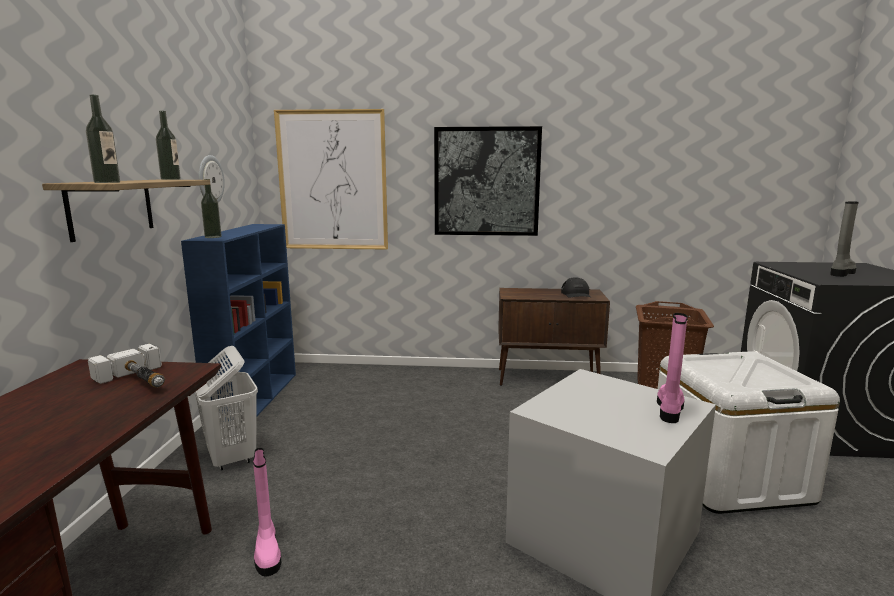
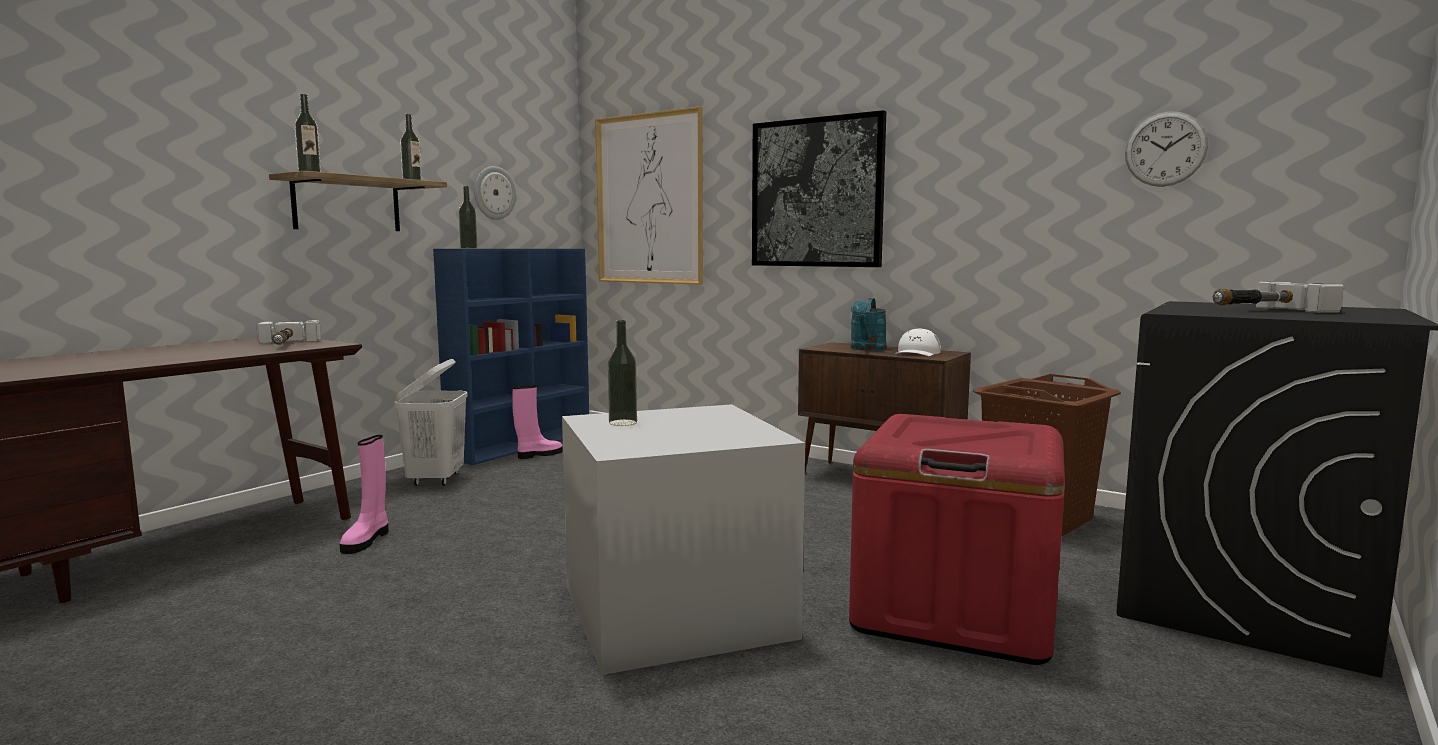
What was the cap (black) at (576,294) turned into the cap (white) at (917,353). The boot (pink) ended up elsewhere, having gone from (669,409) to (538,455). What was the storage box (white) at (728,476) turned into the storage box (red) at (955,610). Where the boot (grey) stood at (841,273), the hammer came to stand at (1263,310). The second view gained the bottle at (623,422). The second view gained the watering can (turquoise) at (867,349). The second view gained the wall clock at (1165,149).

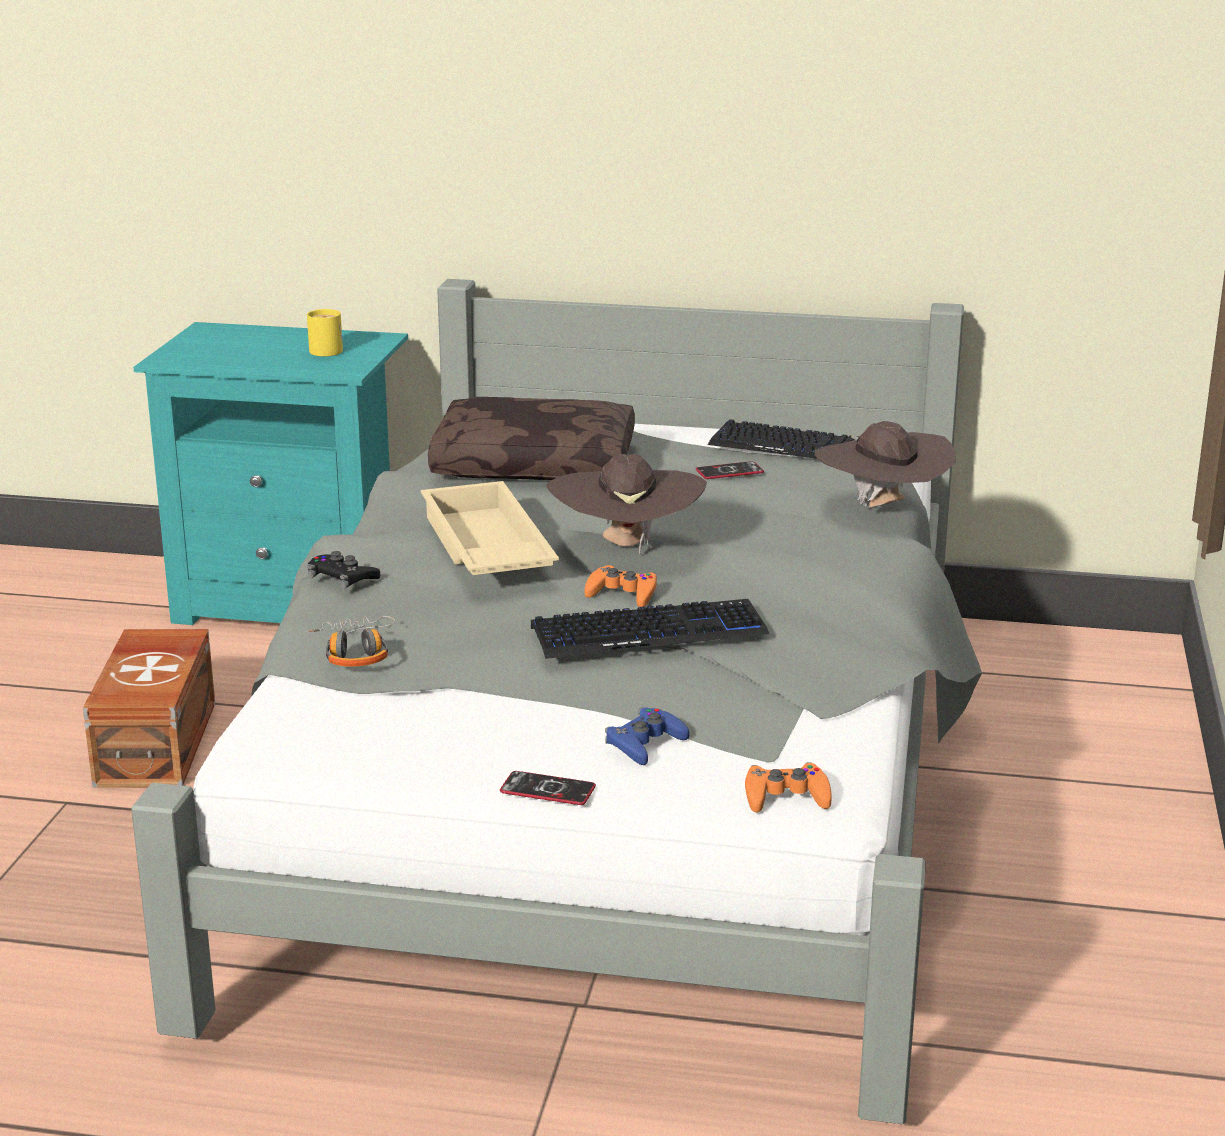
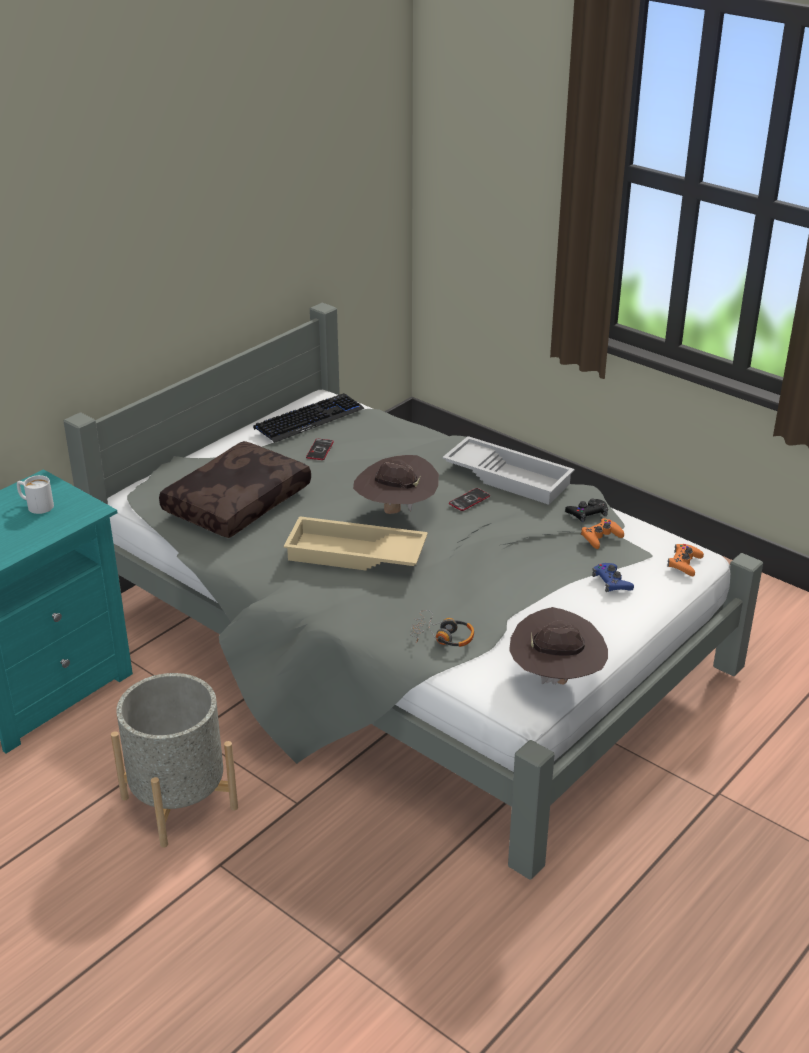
Where the storage box (brown) stood at (159,742), the planter (grey) came to stand at (179,802). What was the mug (yellow) at (326,349) turned into the mug (white) at (36,506). The game controller (black) ended up elsewhere, having gone from (342,578) to (587,513). The phone ended up elsewhere, having gone from (547,790) to (469,500). The second view lost the keyboard at (649,632). The game controller (orange) ended up elsewhere, having gone from (622,593) to (601,537). The hat (brown) ended up elsewhere, having gone from (882,509) to (556,678). The second view gained the tray (white) at (509,477).

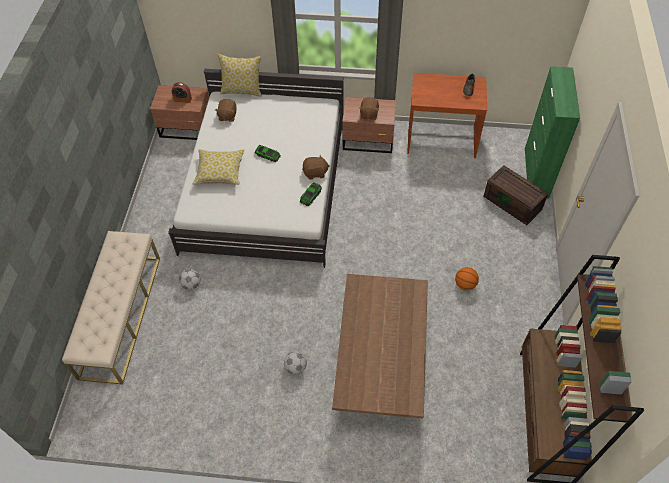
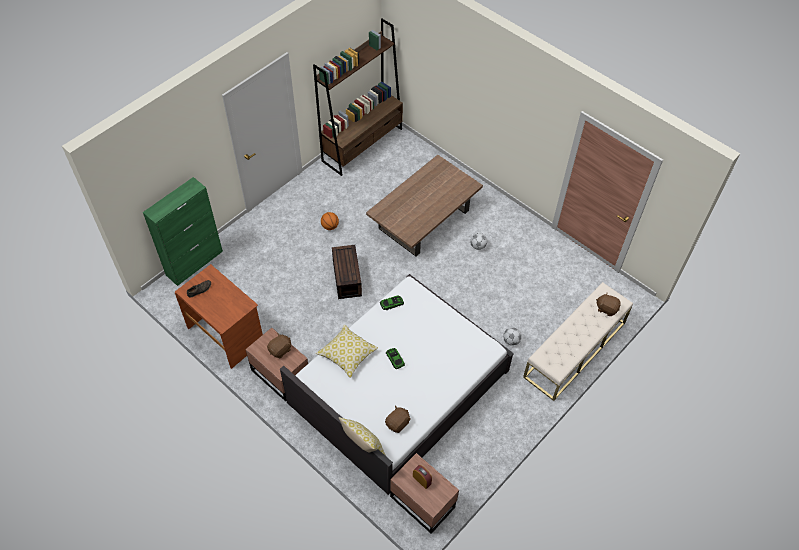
The pillow ended up elsewhere, having gone from (220,172) to (347,354). The plush toy (brown) ended up elsewhere, having gone from (315,173) to (606,308). The storage box (brown) ended up elsewhere, having gone from (513,203) to (346,277).

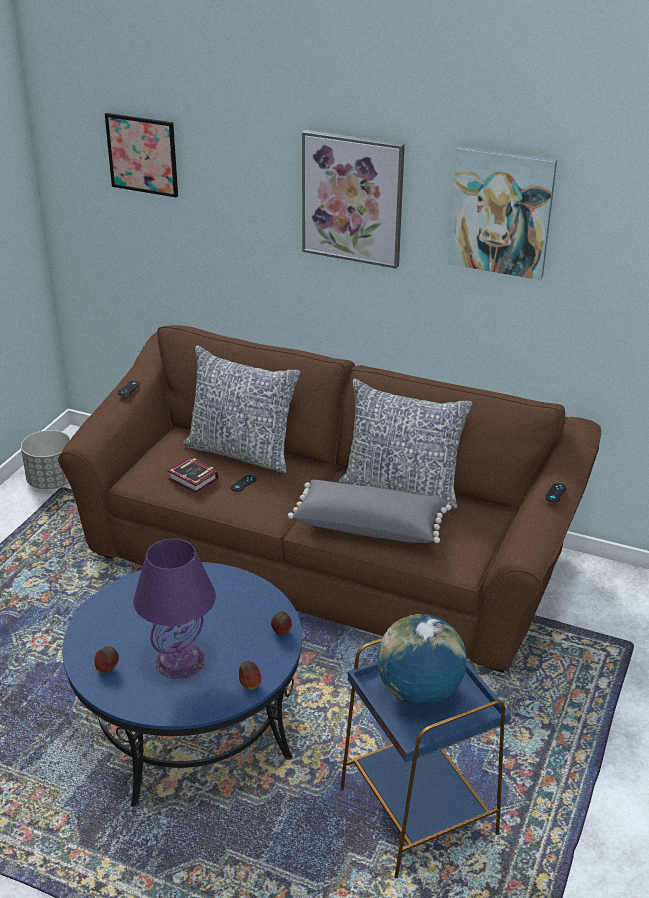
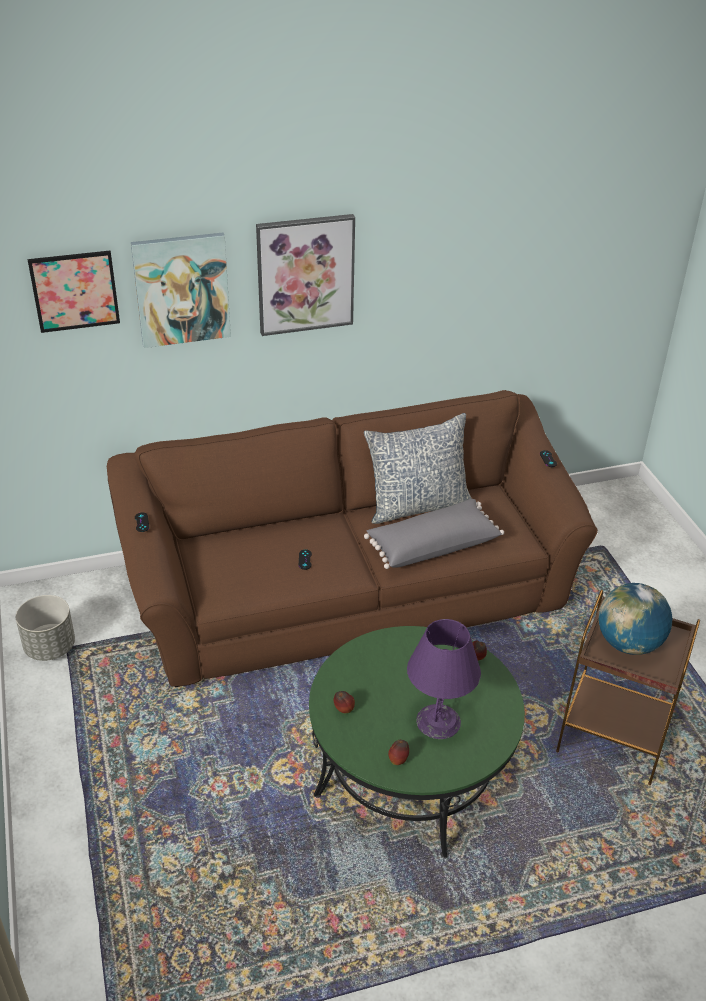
What was the coffee table (blue) at (191,724) turned into the coffee table (green) at (410,773). The second view lost the book at (193,480). The second view lost the pillow at (241,452). The apple ended up elsewhere, having gone from (249,685) to (343,710). What was the side table (blue) at (418,814) turned into the side table (brown) at (614,735). The picture ended up elsewhere, having gone from (501,212) to (182,289).

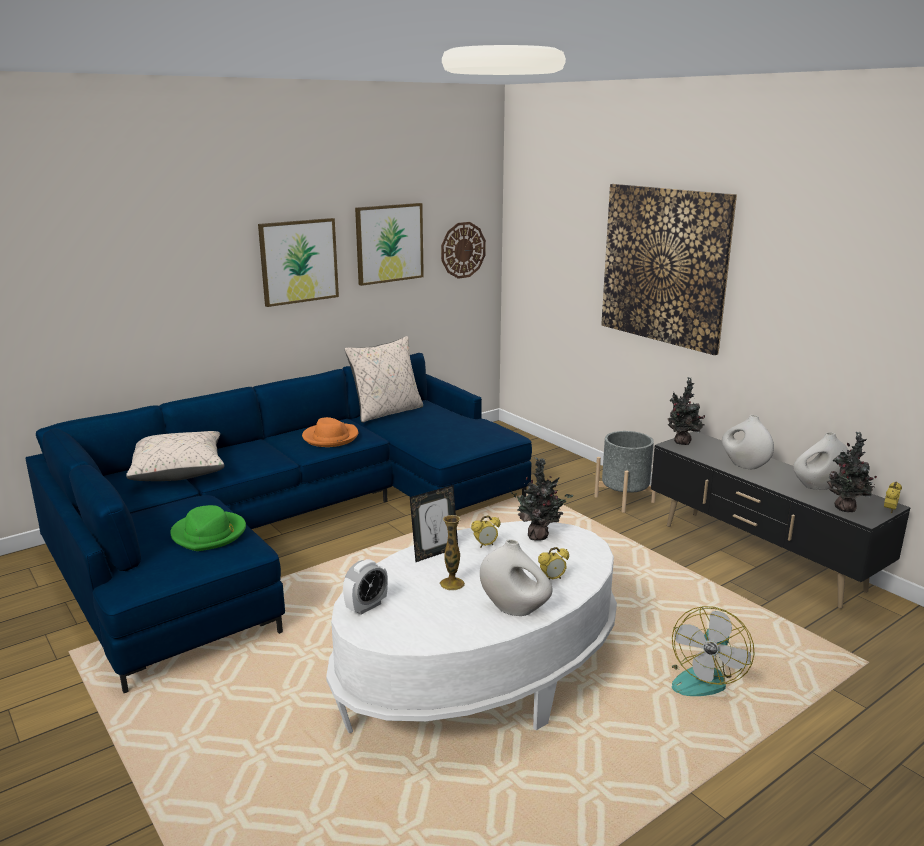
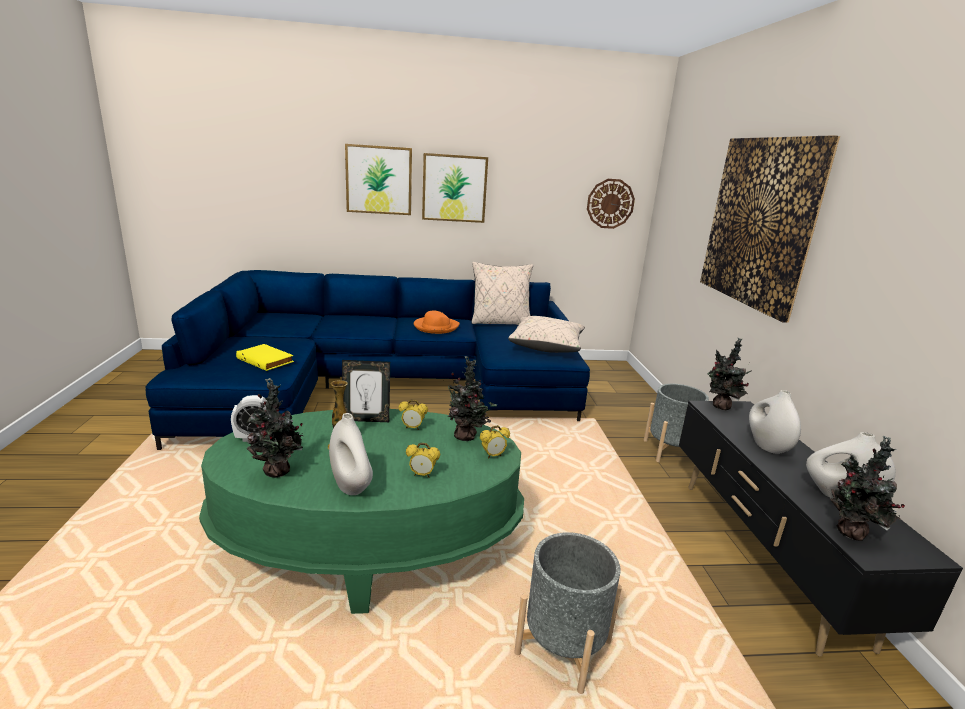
The pillow (beige) ended up elsewhere, having gone from (178,470) to (546,346). Where the hat (green) stood at (209,534), the book (yellow) came to stand at (266,360). What was the coffee table (white) at (480,676) turned into the coffee table (green) at (369,544). The picture ended up elsewhere, having gone from (389,243) to (379,180). Where the fan stood at (702,677), the planter (grey) came to stand at (563,648). The alarm clock ended up elsewhere, having gone from (889,510) to (493,456). The second view gained the potted plant at (278,472).

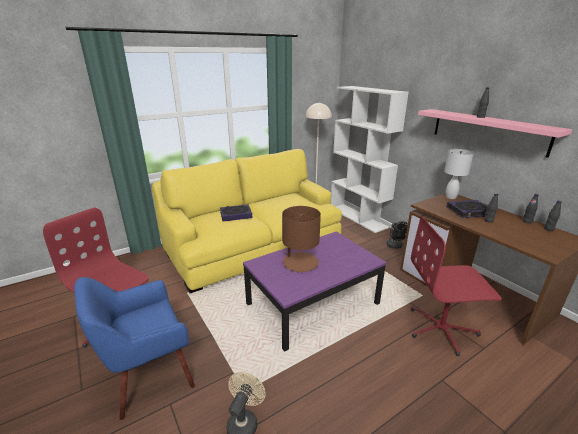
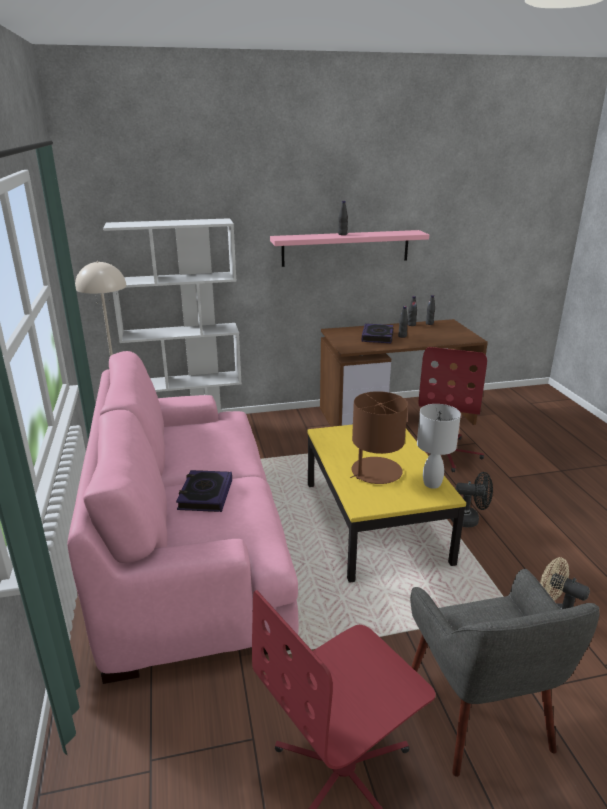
What was the armchair (blue) at (149,376) turned into the armchair (grey) at (479,715). What was the sofa (yellow) at (254,247) turned into the sofa (pink) at (190,546). What was the coffee table (purple) at (313,303) turned into the coffee table (yellow) at (374,521). The fan (black) ended up elsewhere, having gone from (395,246) to (469,520). The table lamp (white) ended up elsewhere, having gone from (450,197) to (432,484).

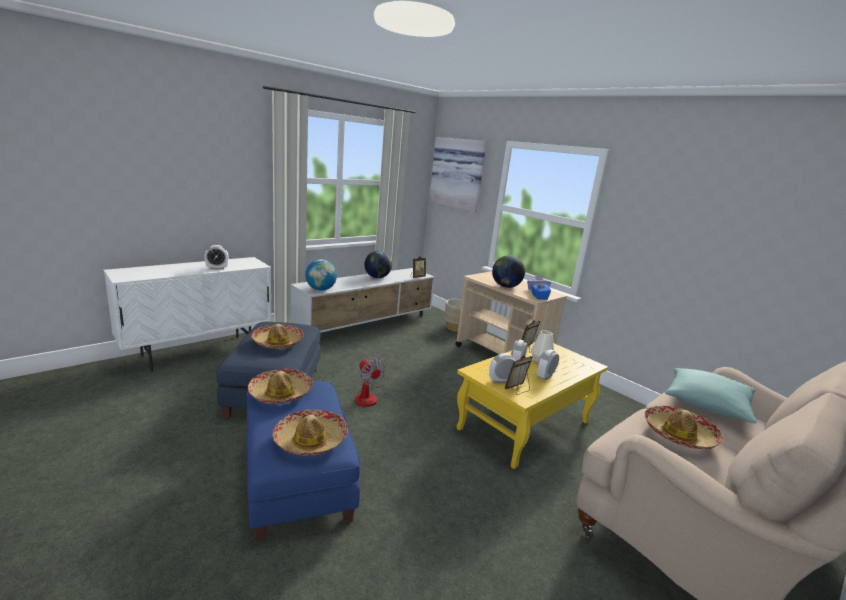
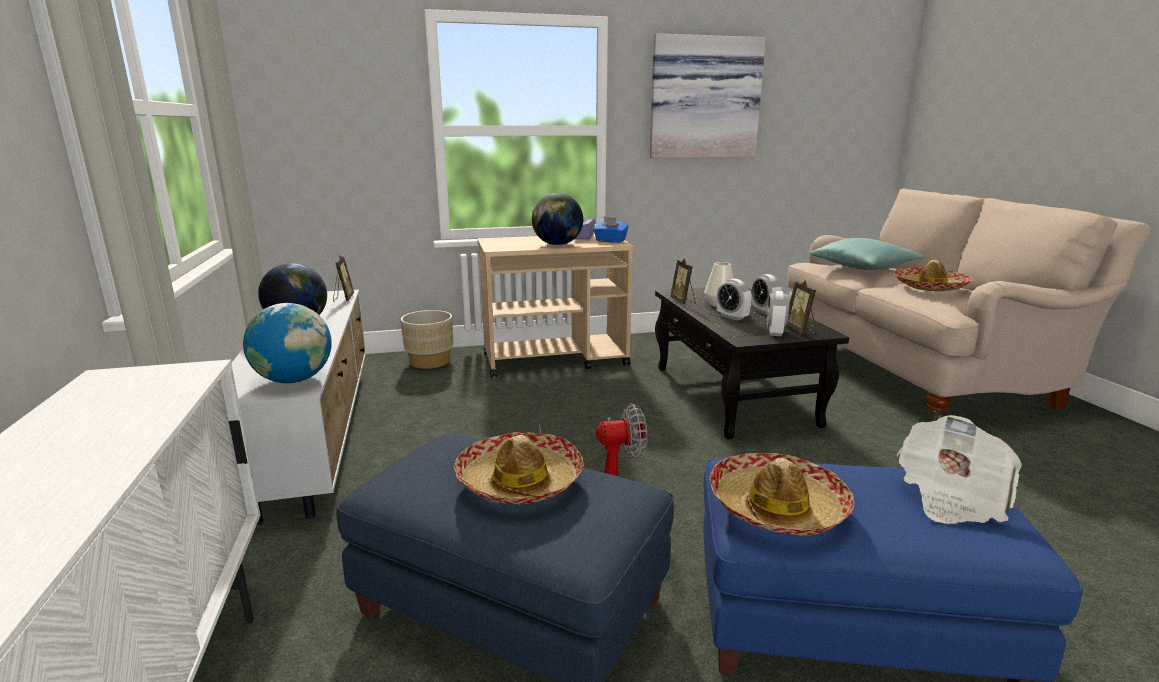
The second view lost the alarm clock at (217,268). Where the hat stood at (310,440), the newspaper came to stand at (950,496). The picture ended up elsewhere, having gone from (458,173) to (704,98). What was the coffee table (yellow) at (524,425) turned into the coffee table (black) at (733,395).

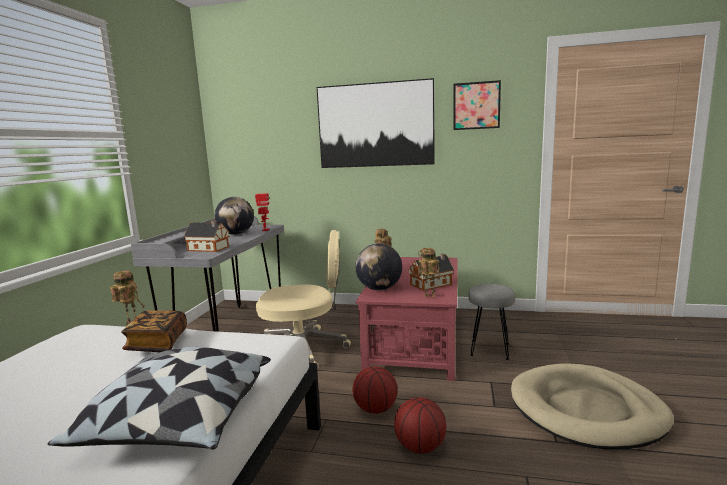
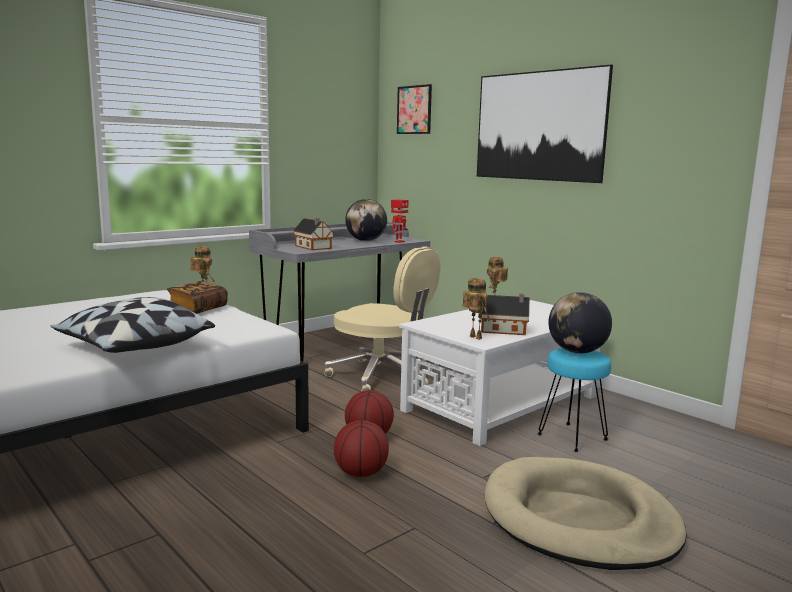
The globe ended up elsewhere, having gone from (379,289) to (577,352). What was the coffee table (red) at (414,341) turned into the coffee table (white) at (500,403). The picture ended up elsewhere, having gone from (476,105) to (414,110). What was the stool (grey) at (490,350) turned into the stool (turquoise) at (572,438).

